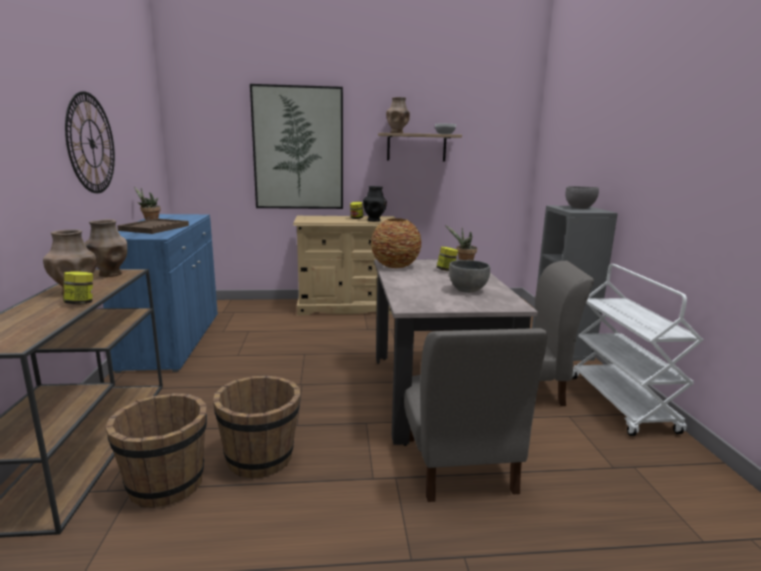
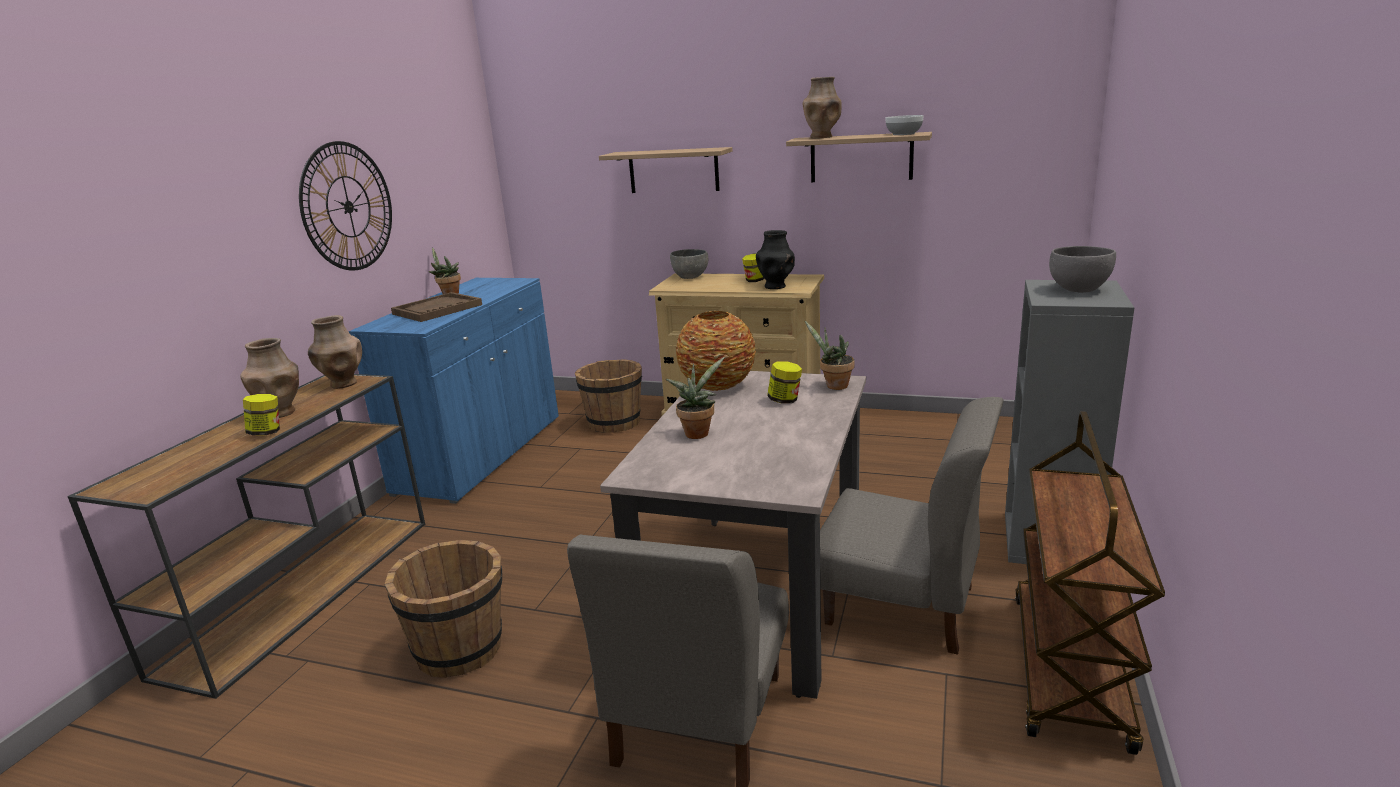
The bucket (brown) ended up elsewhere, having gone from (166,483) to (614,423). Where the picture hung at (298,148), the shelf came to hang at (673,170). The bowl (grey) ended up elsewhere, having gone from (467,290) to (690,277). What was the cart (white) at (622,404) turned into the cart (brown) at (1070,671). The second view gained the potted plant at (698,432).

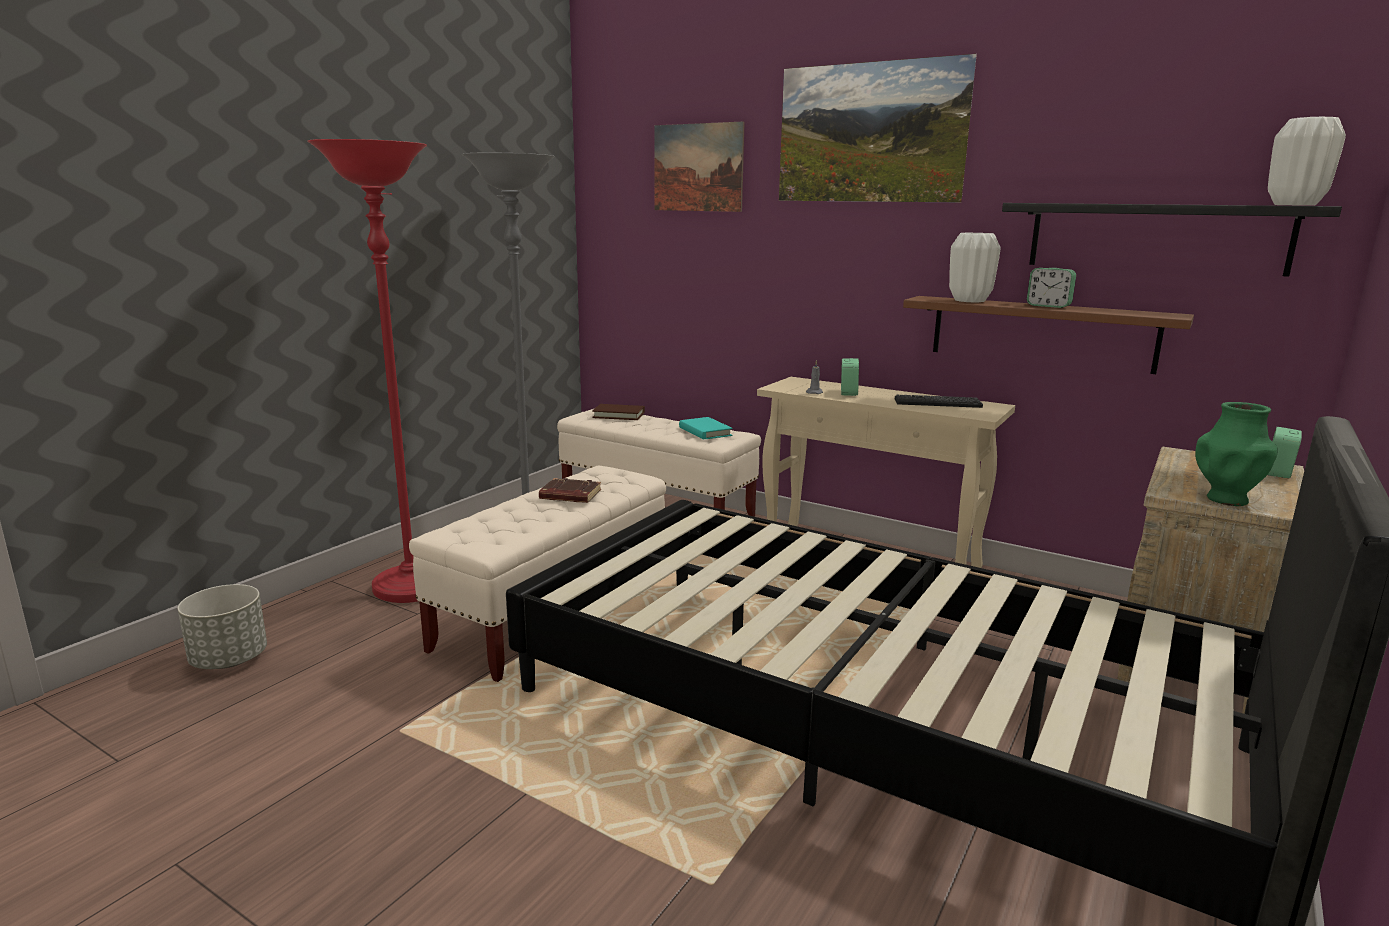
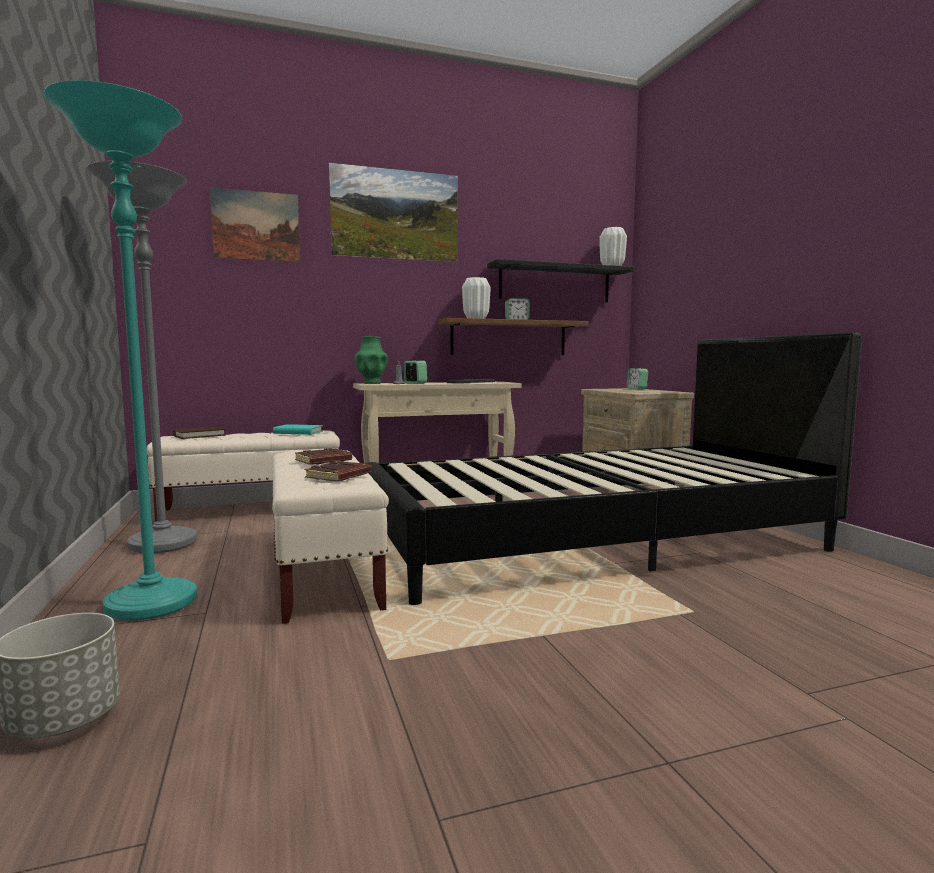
What was the floor lamp (red) at (412,588) turned into the floor lamp (turquoise) at (152,604). The vase (green) ended up elsewhere, having gone from (1226,499) to (372,383). The second view gained the book (brown) at (339,476).

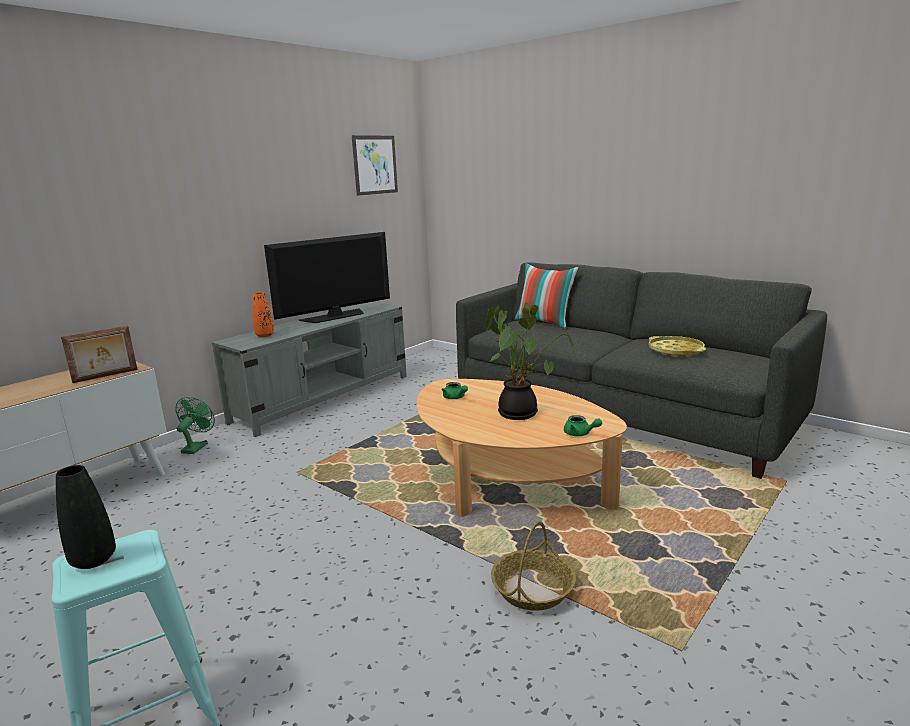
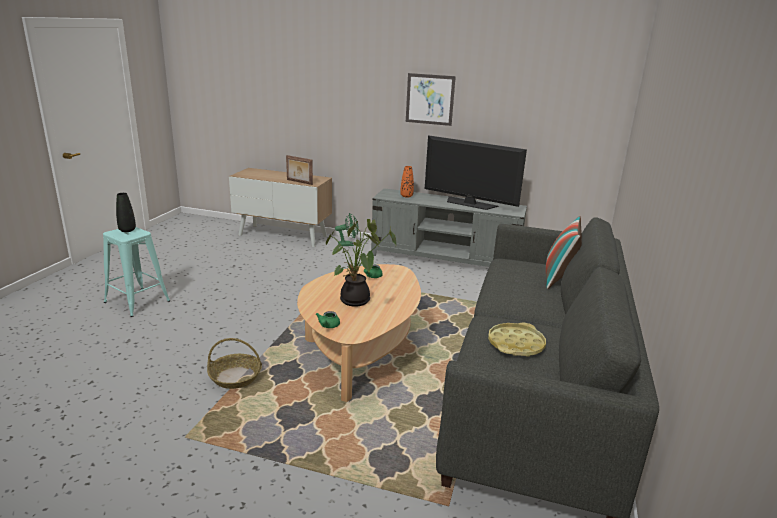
The picture ended up elsewhere, having gone from (375,165) to (430,99).

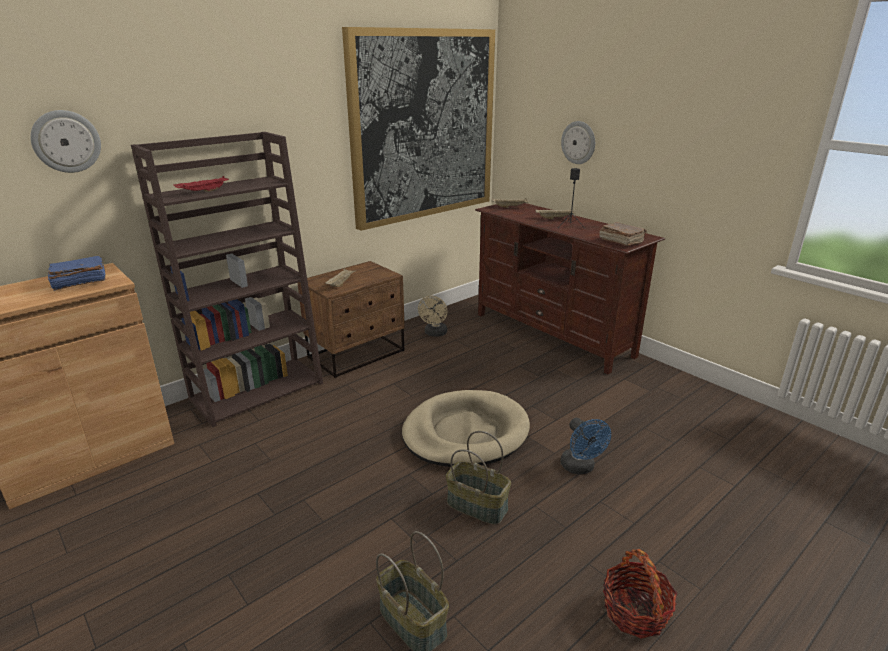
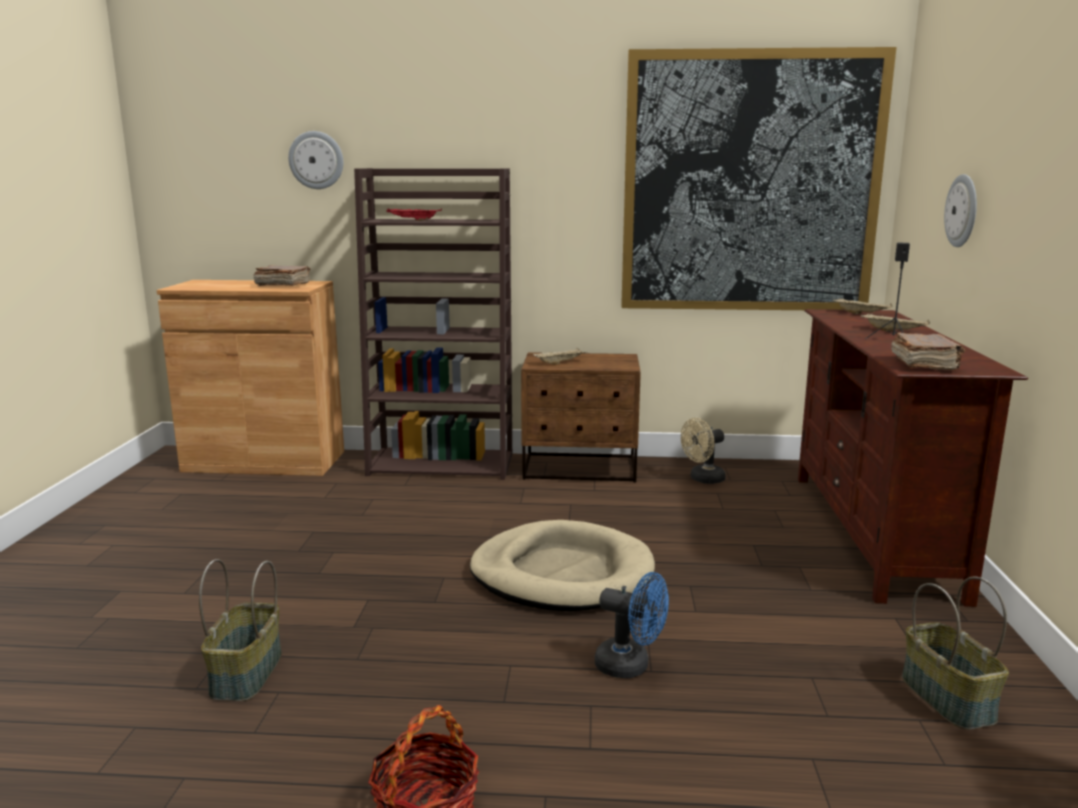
What was the book (blue) at (79,282) turned into the book (brown) at (282,285). The basket ended up elsewhere, having gone from (478,506) to (949,699). The fan (blue) at (580,468) ended up facing another way, 90 degrees counterclockwise from before.

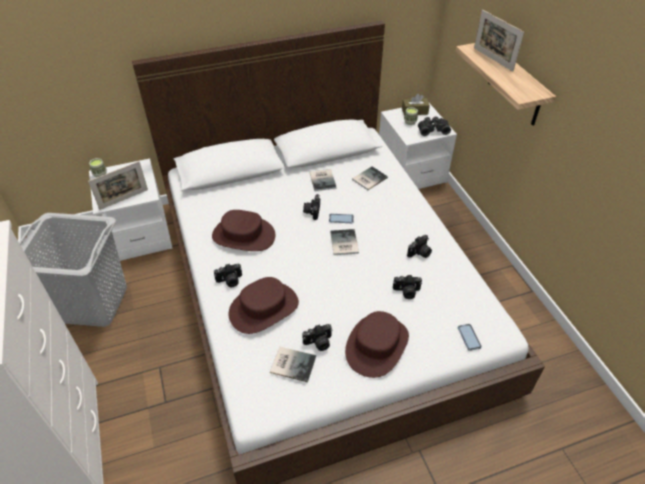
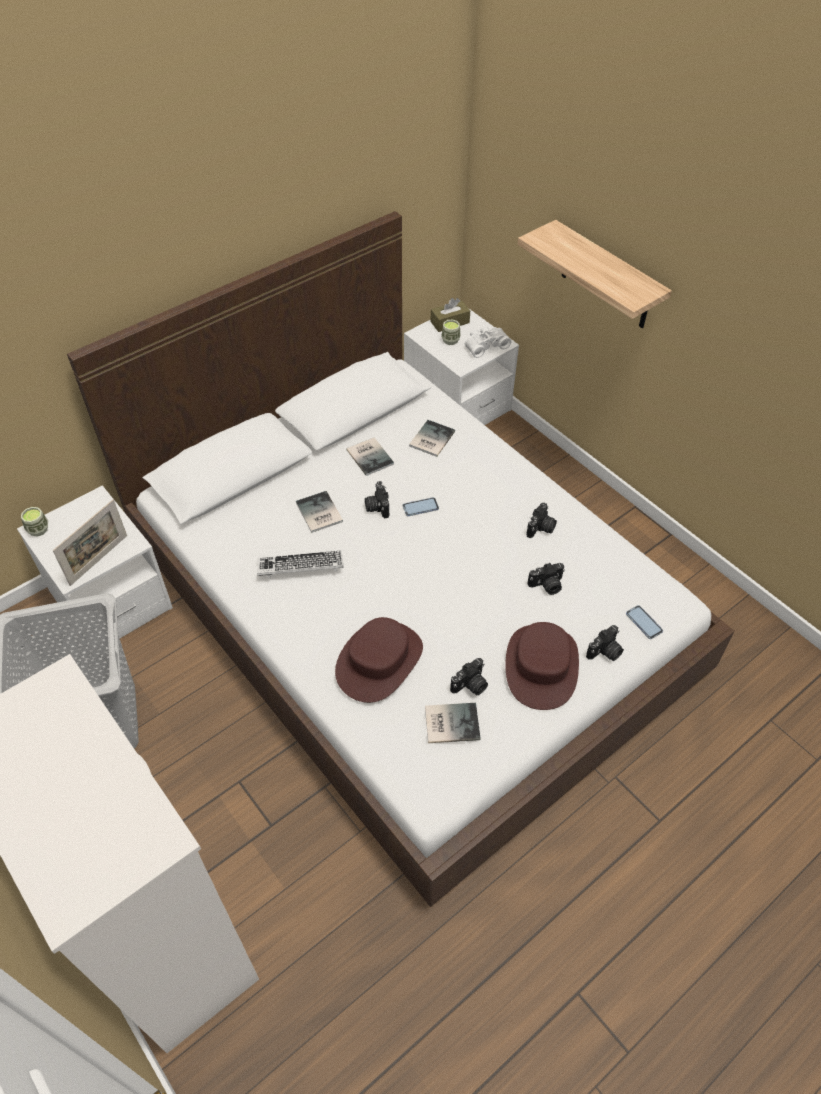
Where the hat (brown) stood at (243,236), the keyboard came to stand at (300,567). The photo camera ended up elsewhere, having gone from (230,281) to (605,652). The book ended up elsewhere, having gone from (343,243) to (318,513). What was the binoculars (black) at (432,129) turned into the binoculars (white) at (485,345). The second view lost the picture frame at (493,59).

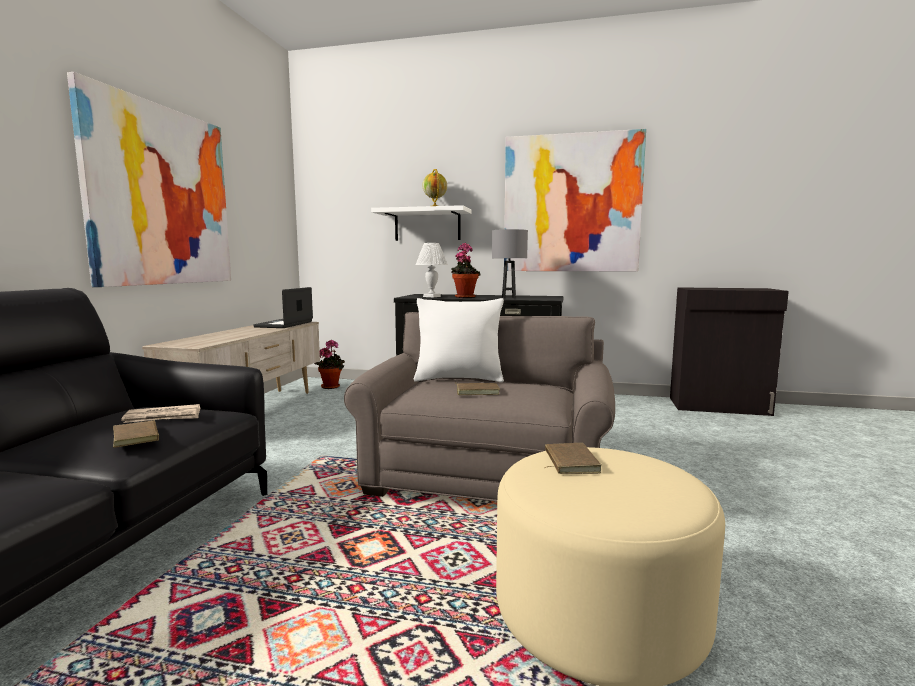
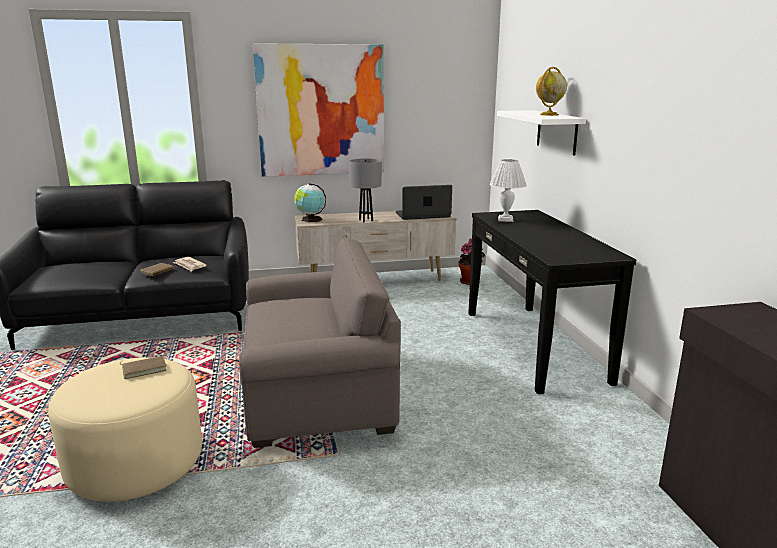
The second view lost the pillow (white) at (459,379). The second view lost the potted plant at (464,297). The second view lost the book (brown) at (477,391). The table lamp (grey) ended up elsewhere, having gone from (508,297) to (366,220). The second view lost the picture at (571,204). The second view gained the globe at (310,219).

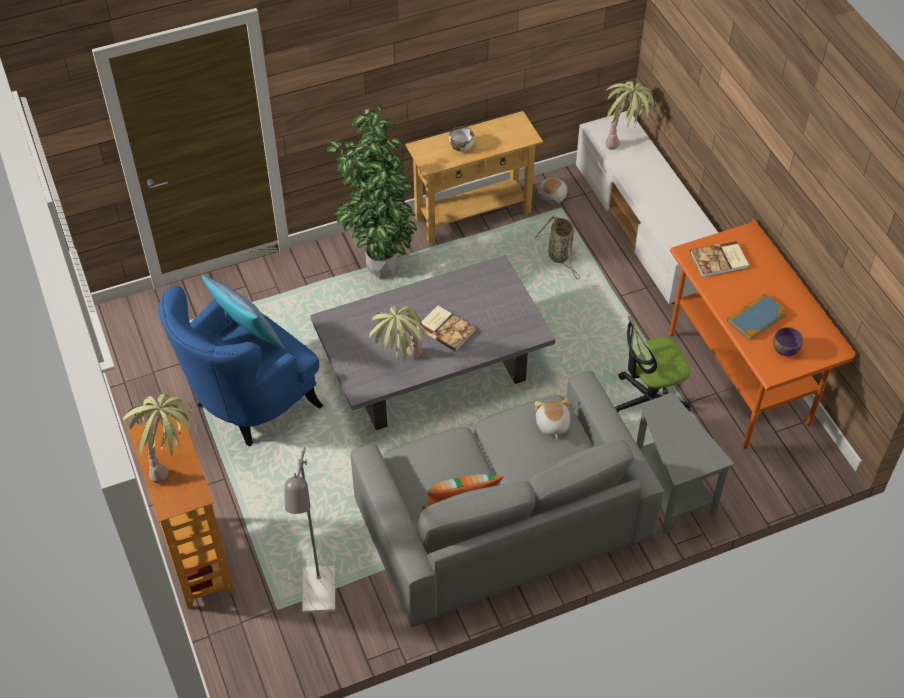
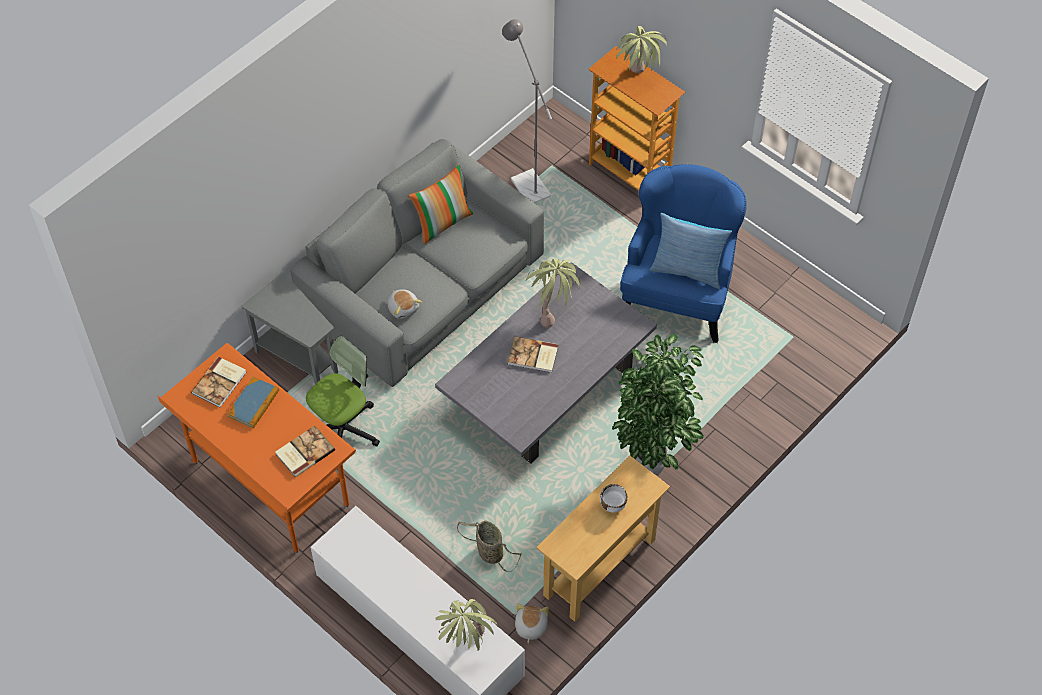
Where the bowl (purple) stood at (785,349), the book came to stand at (220,383).

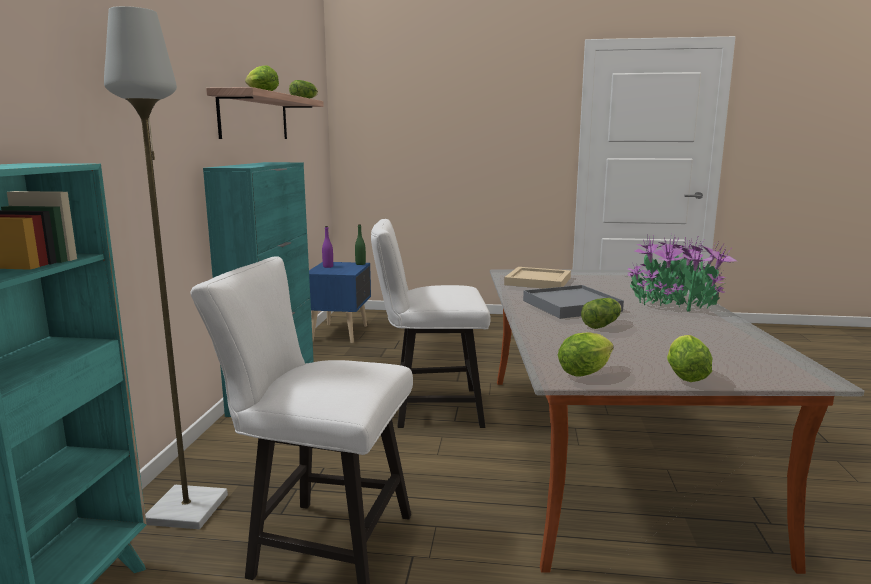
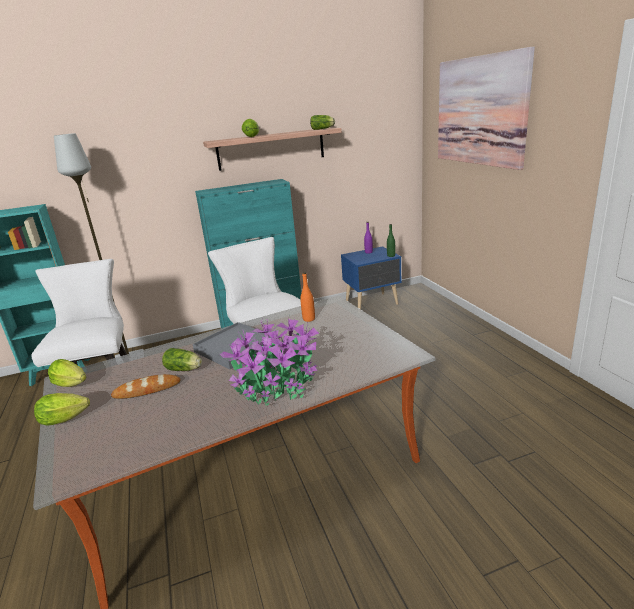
Where the tray (beige) stood at (537,281), the bottle (orange) came to stand at (309,319). The second view gained the bread at (147,390). The second view gained the picture at (480,111).

